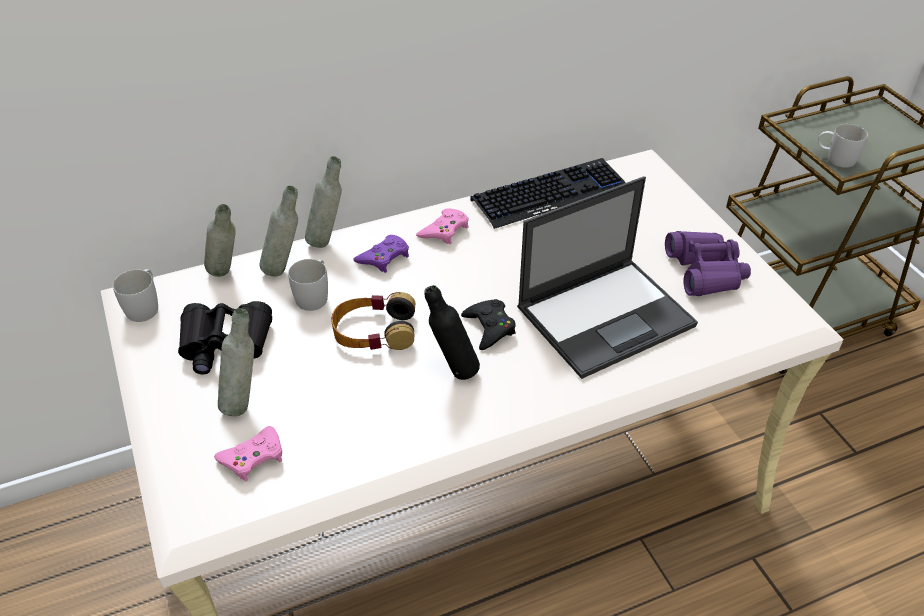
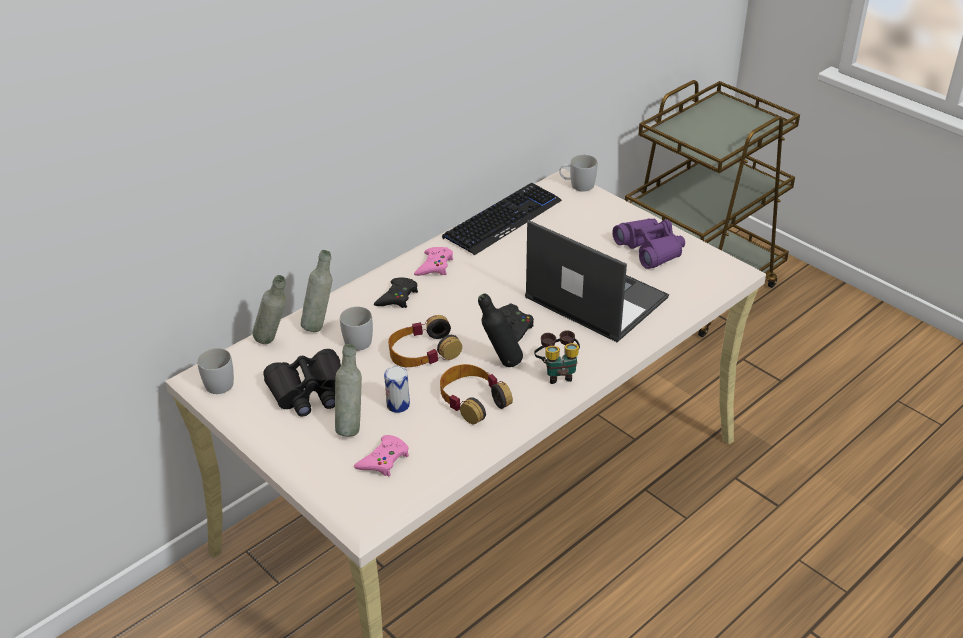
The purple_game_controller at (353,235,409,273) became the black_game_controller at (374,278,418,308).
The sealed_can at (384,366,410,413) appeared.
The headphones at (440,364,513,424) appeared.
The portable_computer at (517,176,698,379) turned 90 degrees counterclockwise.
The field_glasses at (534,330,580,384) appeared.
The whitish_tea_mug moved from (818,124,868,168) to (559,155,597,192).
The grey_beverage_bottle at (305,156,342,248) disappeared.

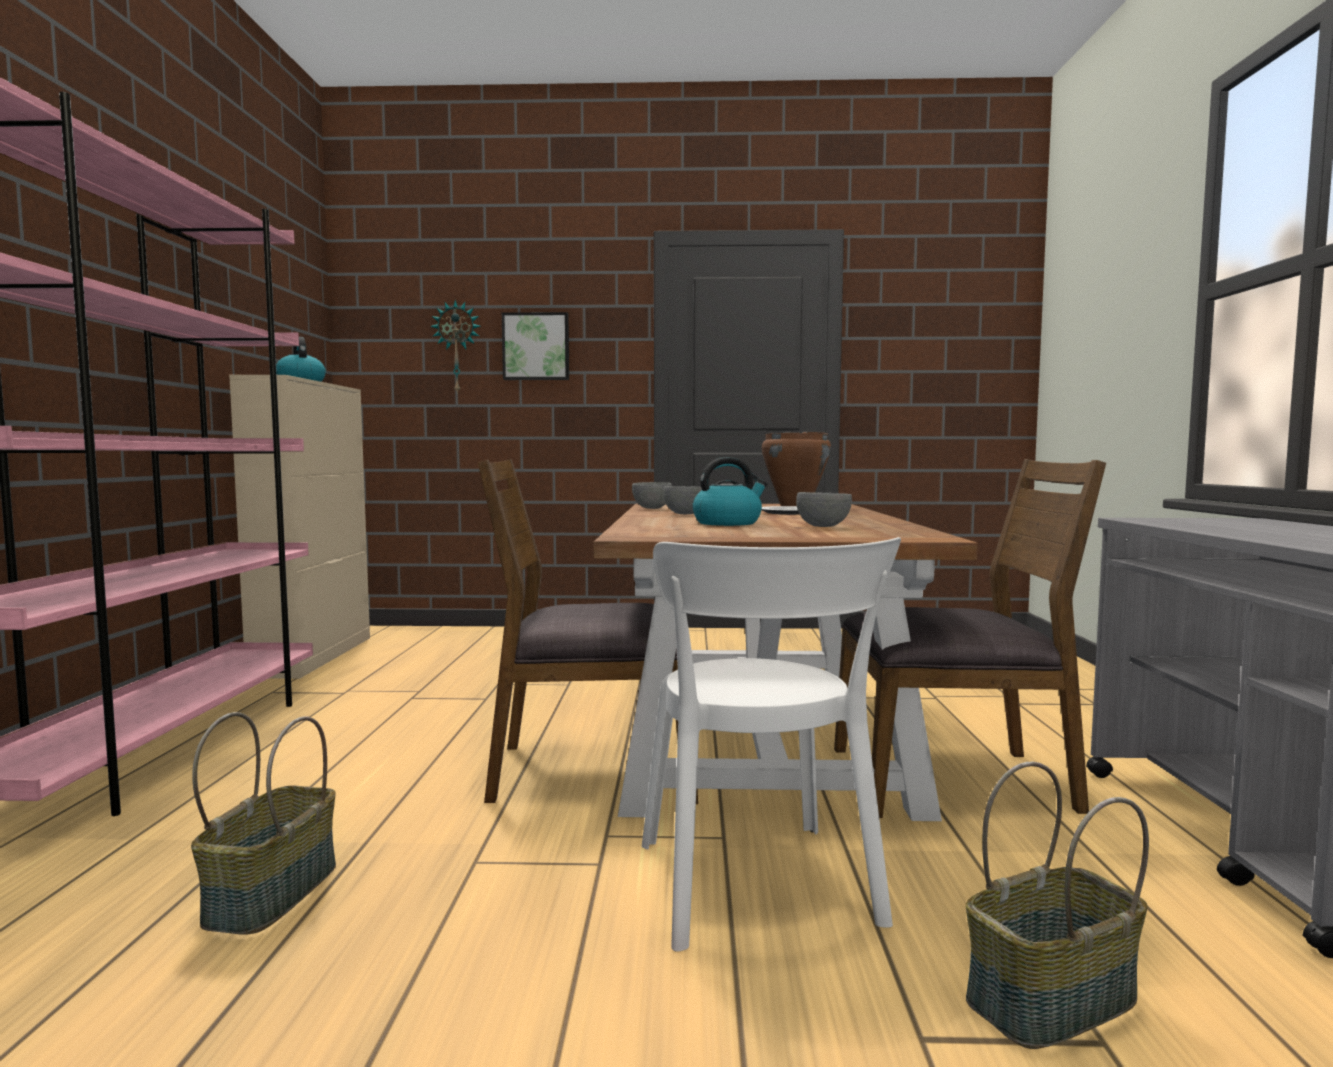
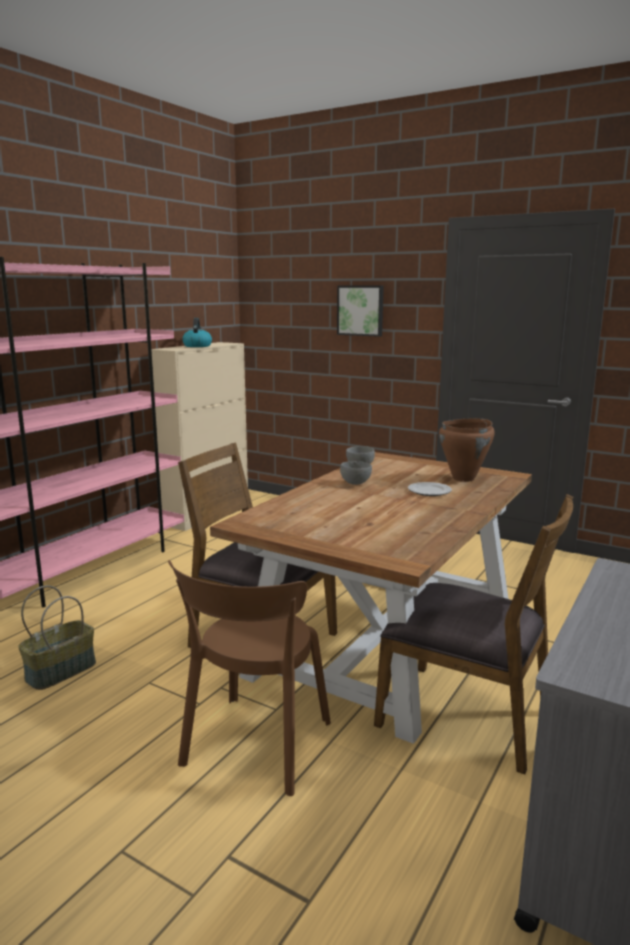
The whitish_plain_chair at (642,537,901,952) became the brown-coloured_plain_chair at (168,560,331,796).
The clock_on_the_wall at (430,300,481,394) disappeared.
The tea_kettle at (692,457,768,526) disappeared.
The grey_deep_dish at (796,492,852,527) disappeared.
The storage_basket at (966,762,1149,1049) disappeared.

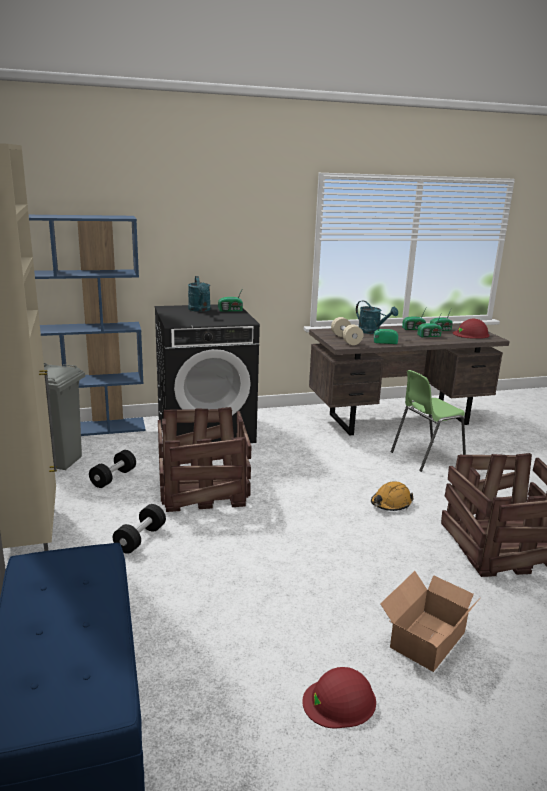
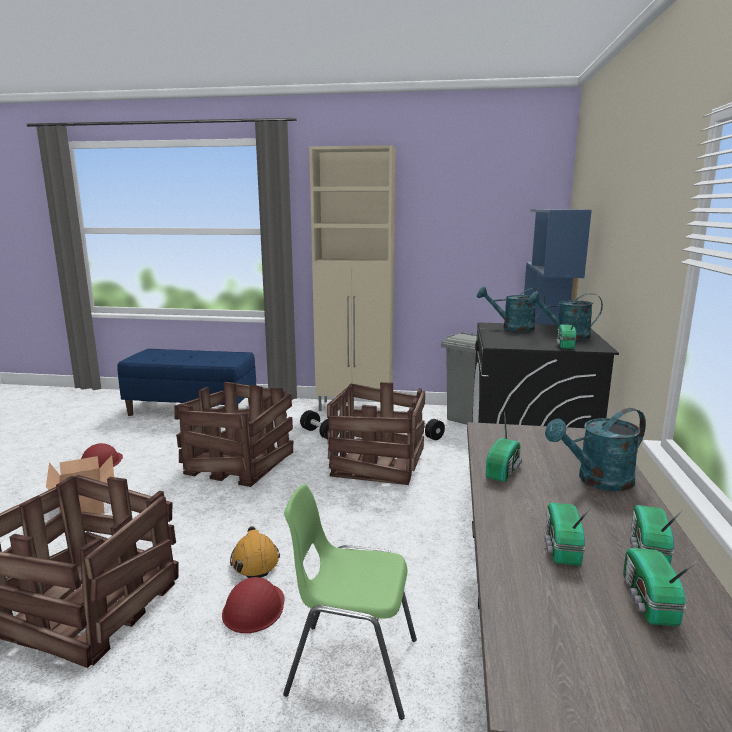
The packing_crate at (174,382,293,487) appeared.
The reddish_hard_hat moved from (453,319,489,339) to (222,577,284,633).
The green_plain_chair at (391,370,466,472) turned 75 degrees counterclockwise.
The blue-green_watering_pot at (477,286,545,331) appeared.
The beige_dumbbell at (331,317,363,345) disappeared.

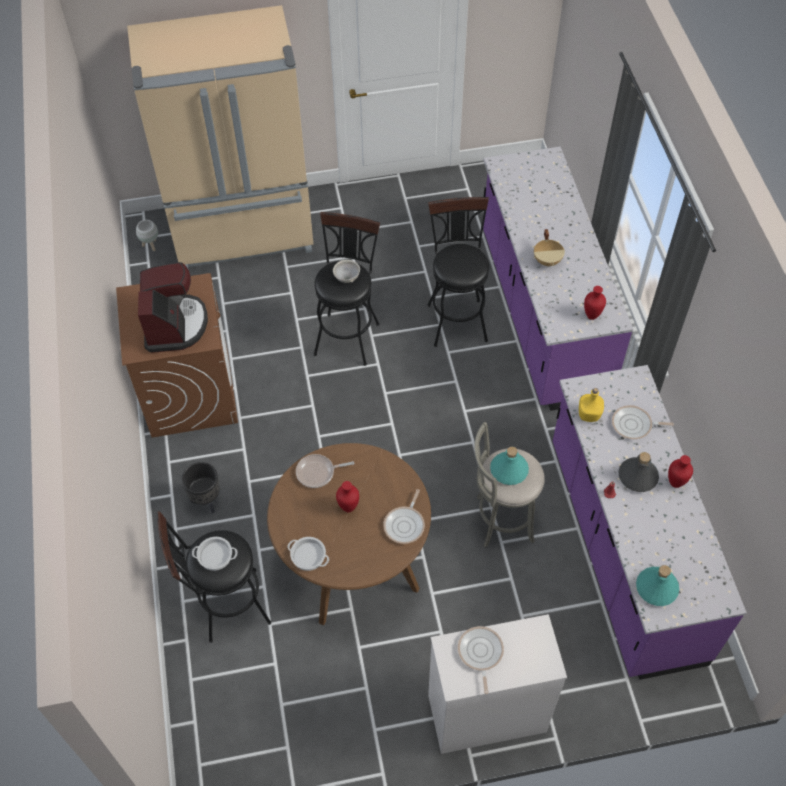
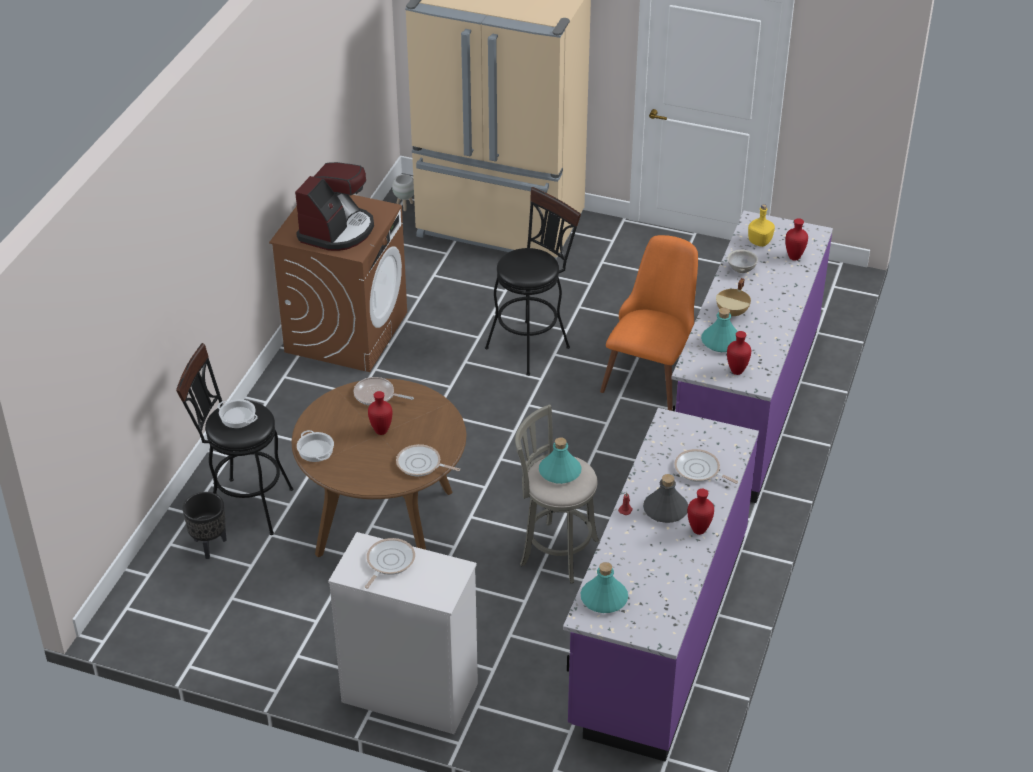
The black_flower_pot moved from (182,462,220,514) to (183,492,227,559).
The frying_pan at (383,489,425,544) turned 60 degrees clockwise.
The black_sitting_stool at (427,197,489,347) was replaced by the orange_plain_chair at (600,235,698,411).
The blue-green_beverage_bottle at (701,308,738,352) appeared.
The grey_deep_dish moved from (333,260,360,283) to (727,249,758,273).
The yellow_beverage_bottle moved from (579,388,604,422) to (748,204,775,247).
The reddish_decorative_vase at (785,218,808,261) appeared.

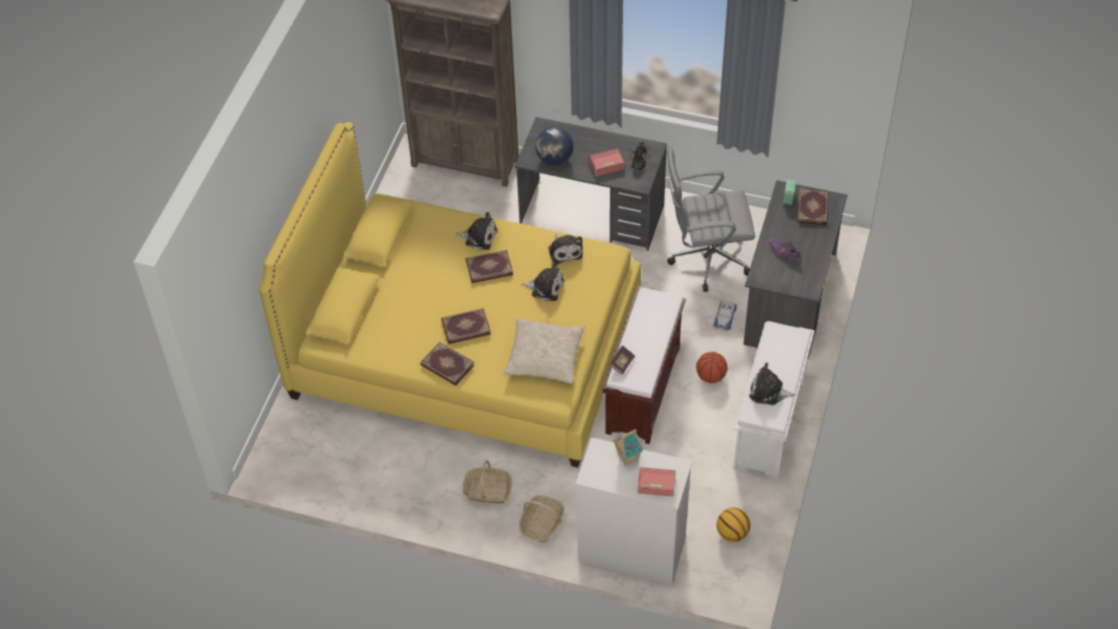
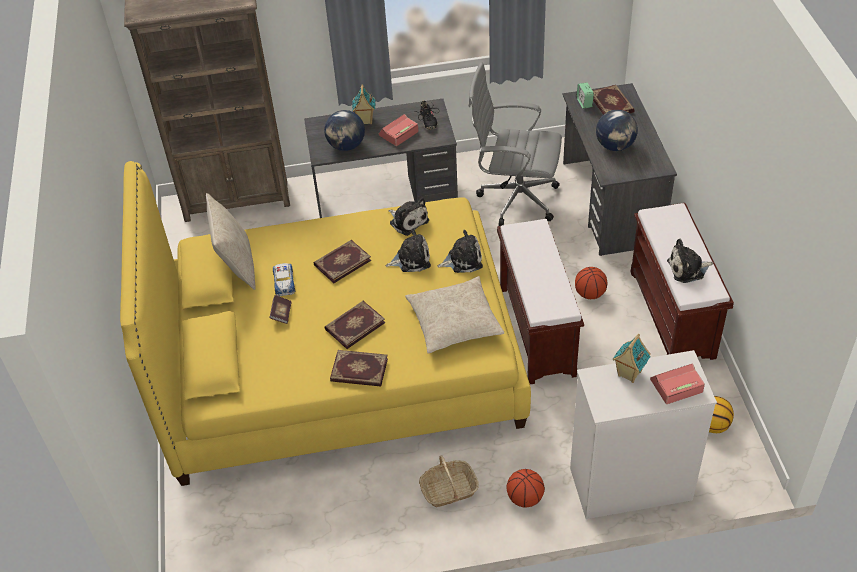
The beige_throw_pillow at (206,193,256,290) appeared.
The book moved from (609,345,635,375) to (269,295,292,324).
The model_car moved from (714,301,737,331) to (273,263,295,296).
The toy_house at (352,84,375,124) appeared.
The cuddly_toy moved from (456,212,498,250) to (437,230,483,273).
The grey_desk_chair at (667,146,755,292) turned 45 degrees clockwise.
The storage_basket at (519,495,565,542) was replaced by the basketball_ball at (506,469,545,508).
The purple_low_shoe at (769,238,800,263) was replaced by the globe at (596,110,638,151).
The whitish_bench at (733,321,814,480) became the brown-coloured_bench at (631,203,734,360).

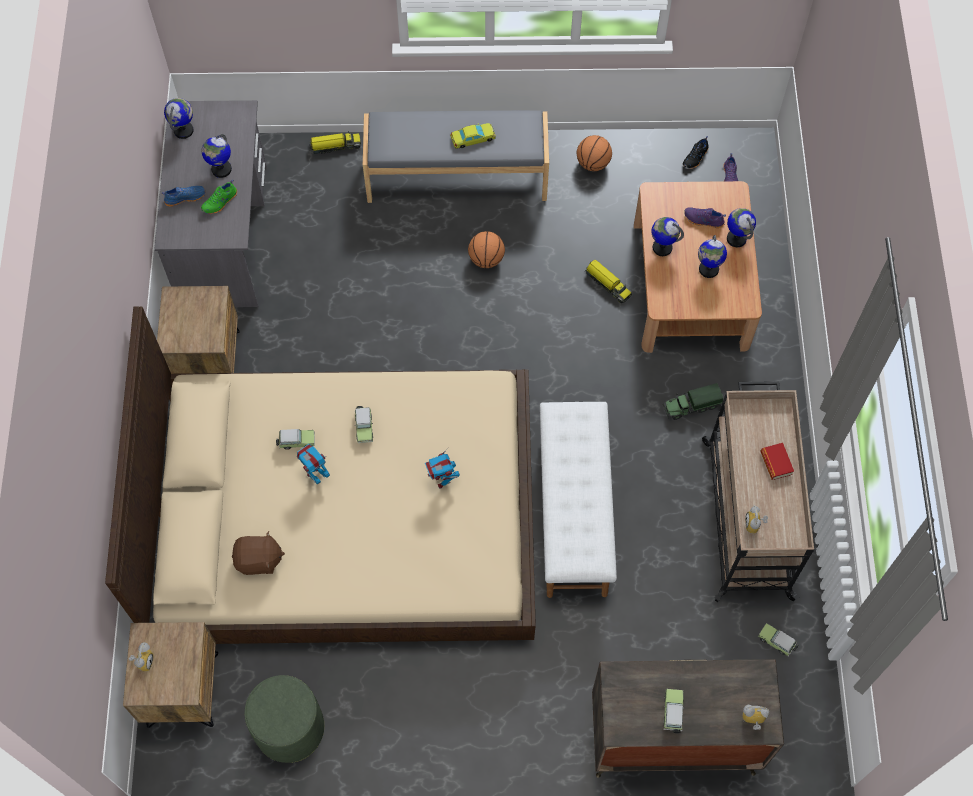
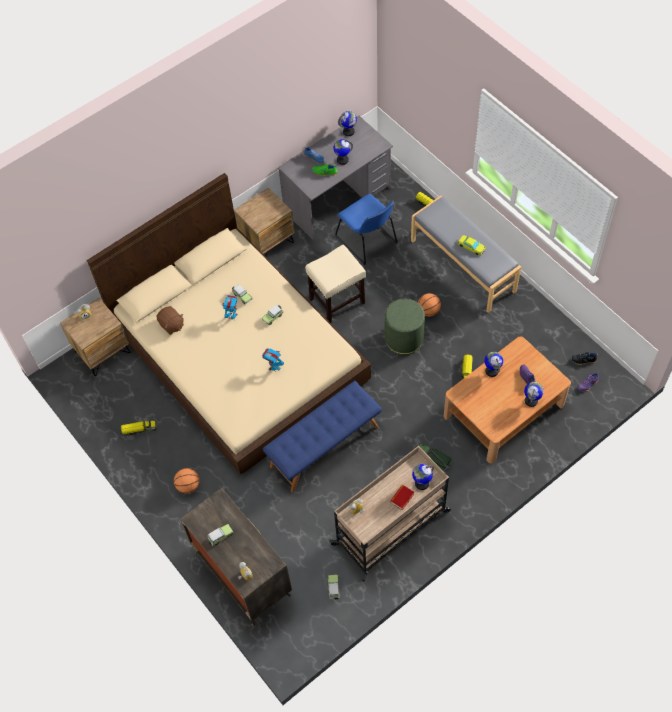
The toy_truck at (120,420,157,436) appeared.
The basketball_ball moved from (577,135,612,171) to (174,468,200,493).
The whitish_bench at (540,402,617,598) became the blue-coloured_bench at (263,381,382,492).
The beige_sitting_stool at (305,245,366,323) appeared.
The blue-coloured_plain_chair at (335,194,397,265) appeared.
The green_pouffe moved from (245,675,324,763) to (384,299,425,355).
The globe moved from (698,235,727,278) to (412,464,434,490).

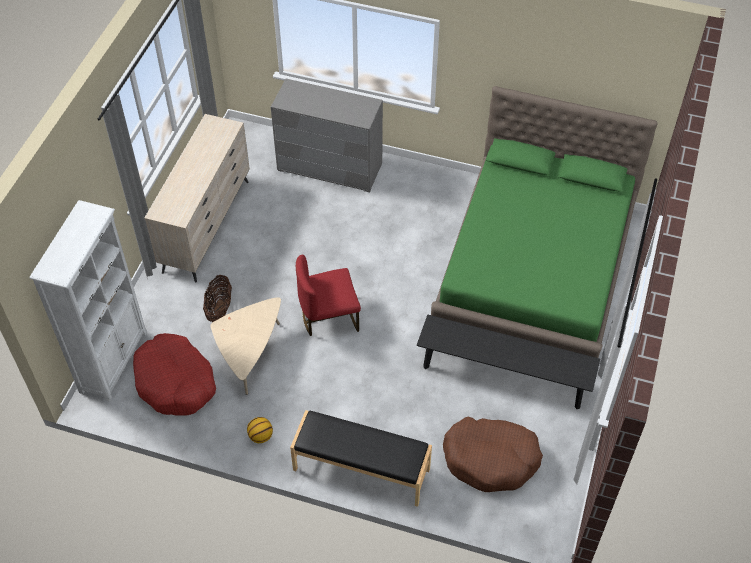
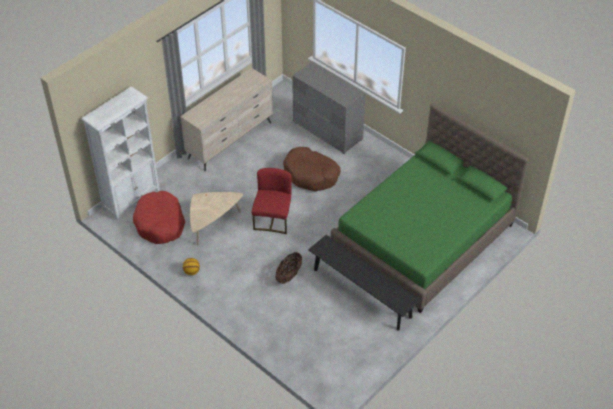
The reddish_plain_chair at (296,254,361,336) turned 90 degrees clockwise.
The storage_basket moved from (203,275,232,322) to (276,252,302,284).
The brown-coloured_dog_bed moved from (443,417,543,492) to (283,147,341,191).
The black_bench at (290,410,432,507) disappeared.

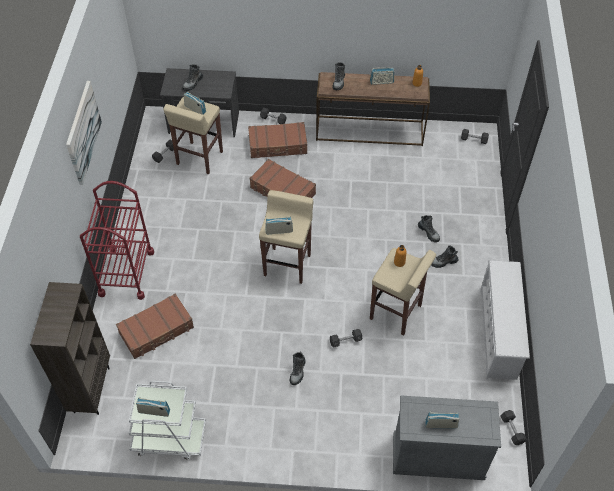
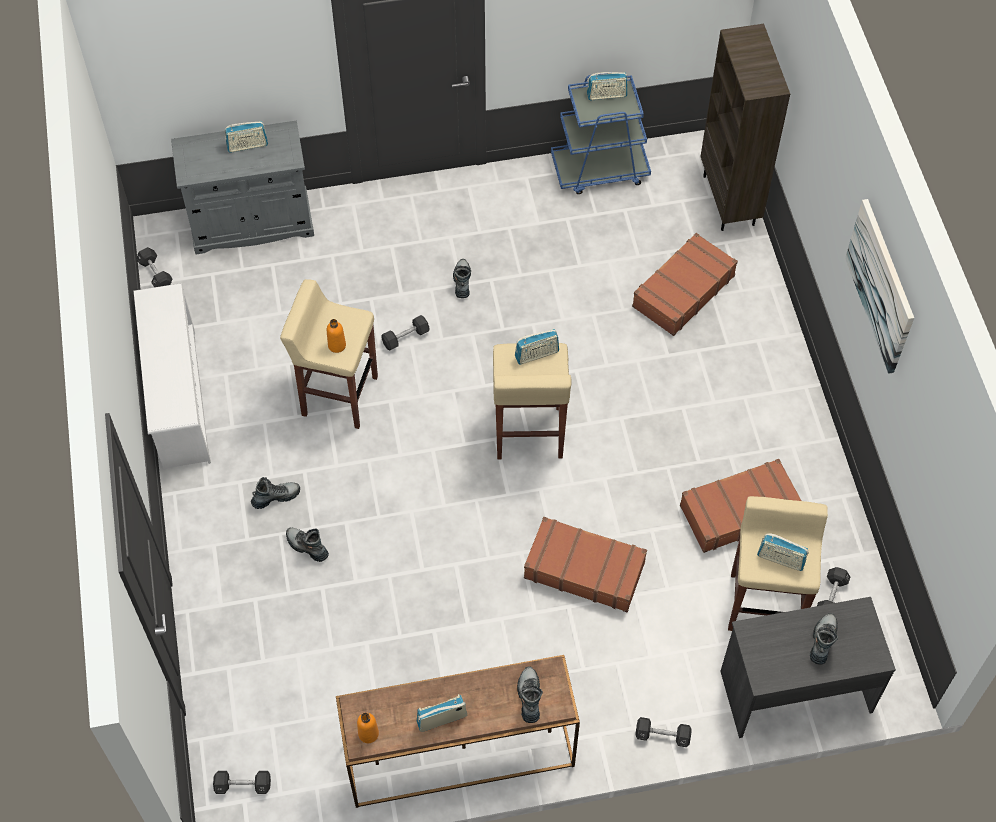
The whitish_wheeled_cart at (129,381,206,459) became the blue-coloured_wheeled_cart at (551,74,651,194).
The brown-coloured_piece_of_luggage moved from (248,122,307,158) to (680,459,801,553).
The reddish_wheeled_cart at (80,181,154,300) disappeared.

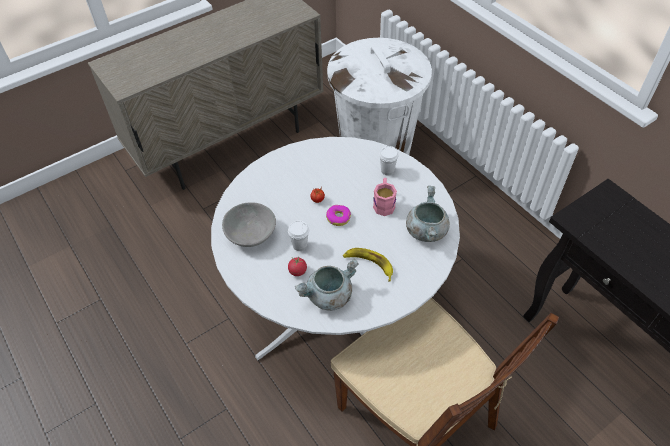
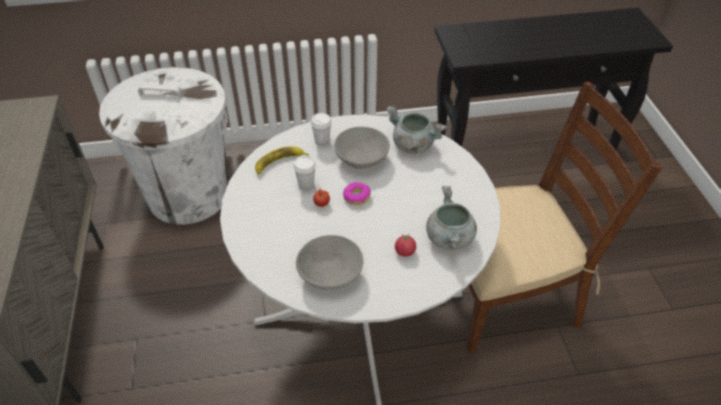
The banana_fruit moved from (343,248,393,282) to (255,146,309,174).
The whitish_cup moved from (288,220,309,251) to (293,156,316,190).
The pink_tea_mug at (373,178,397,216) was replaced by the grey_deep_dish at (334,127,390,169).

